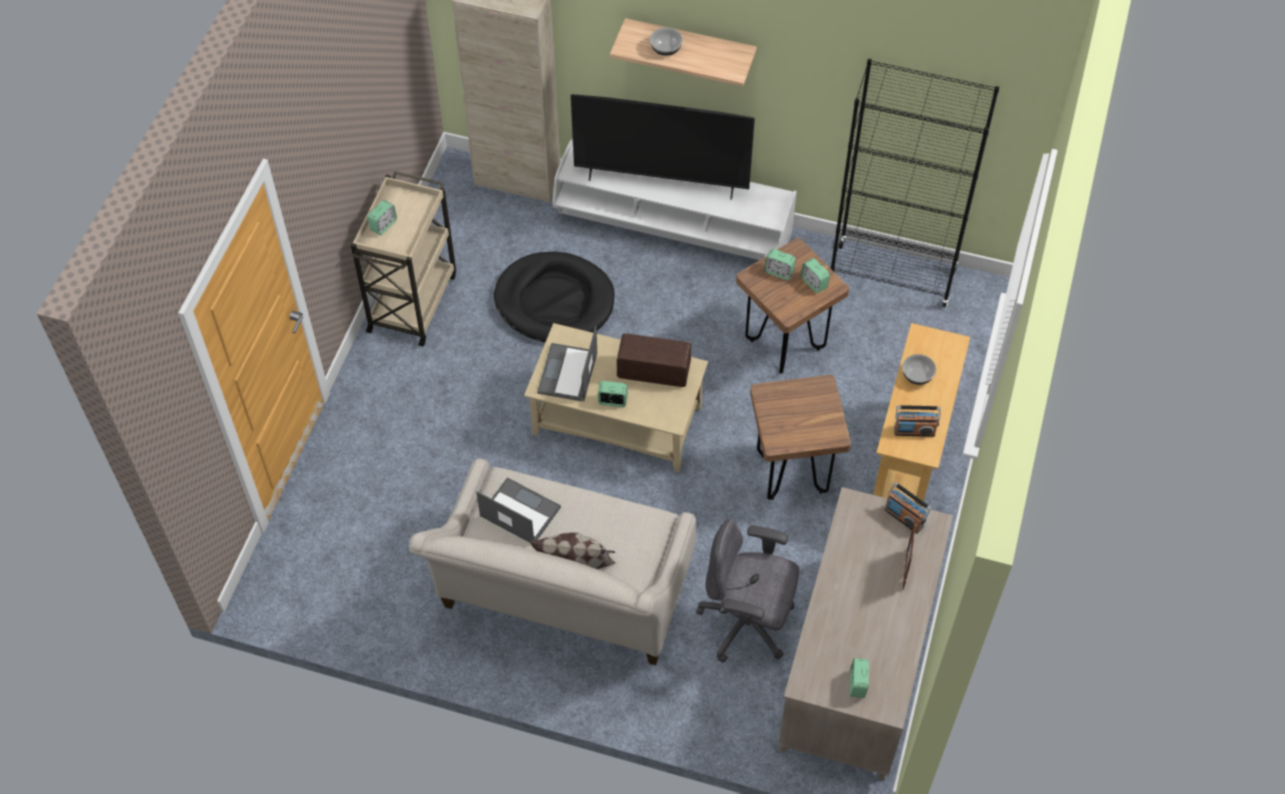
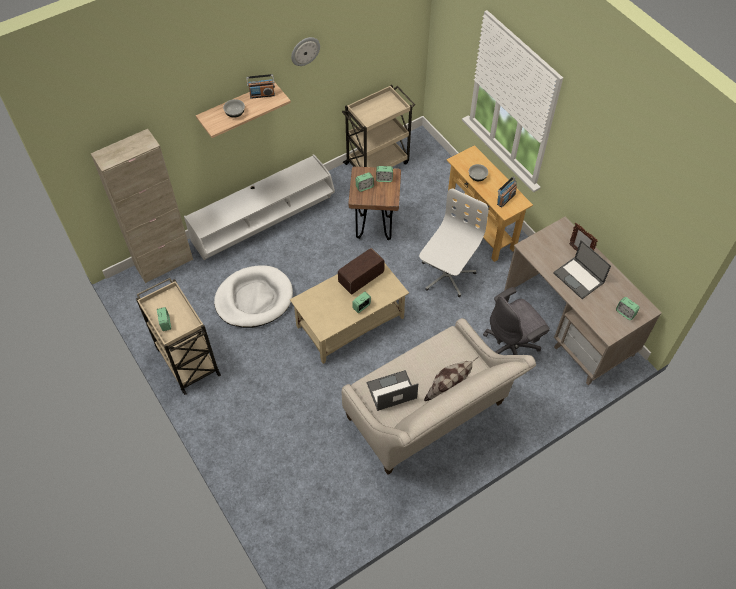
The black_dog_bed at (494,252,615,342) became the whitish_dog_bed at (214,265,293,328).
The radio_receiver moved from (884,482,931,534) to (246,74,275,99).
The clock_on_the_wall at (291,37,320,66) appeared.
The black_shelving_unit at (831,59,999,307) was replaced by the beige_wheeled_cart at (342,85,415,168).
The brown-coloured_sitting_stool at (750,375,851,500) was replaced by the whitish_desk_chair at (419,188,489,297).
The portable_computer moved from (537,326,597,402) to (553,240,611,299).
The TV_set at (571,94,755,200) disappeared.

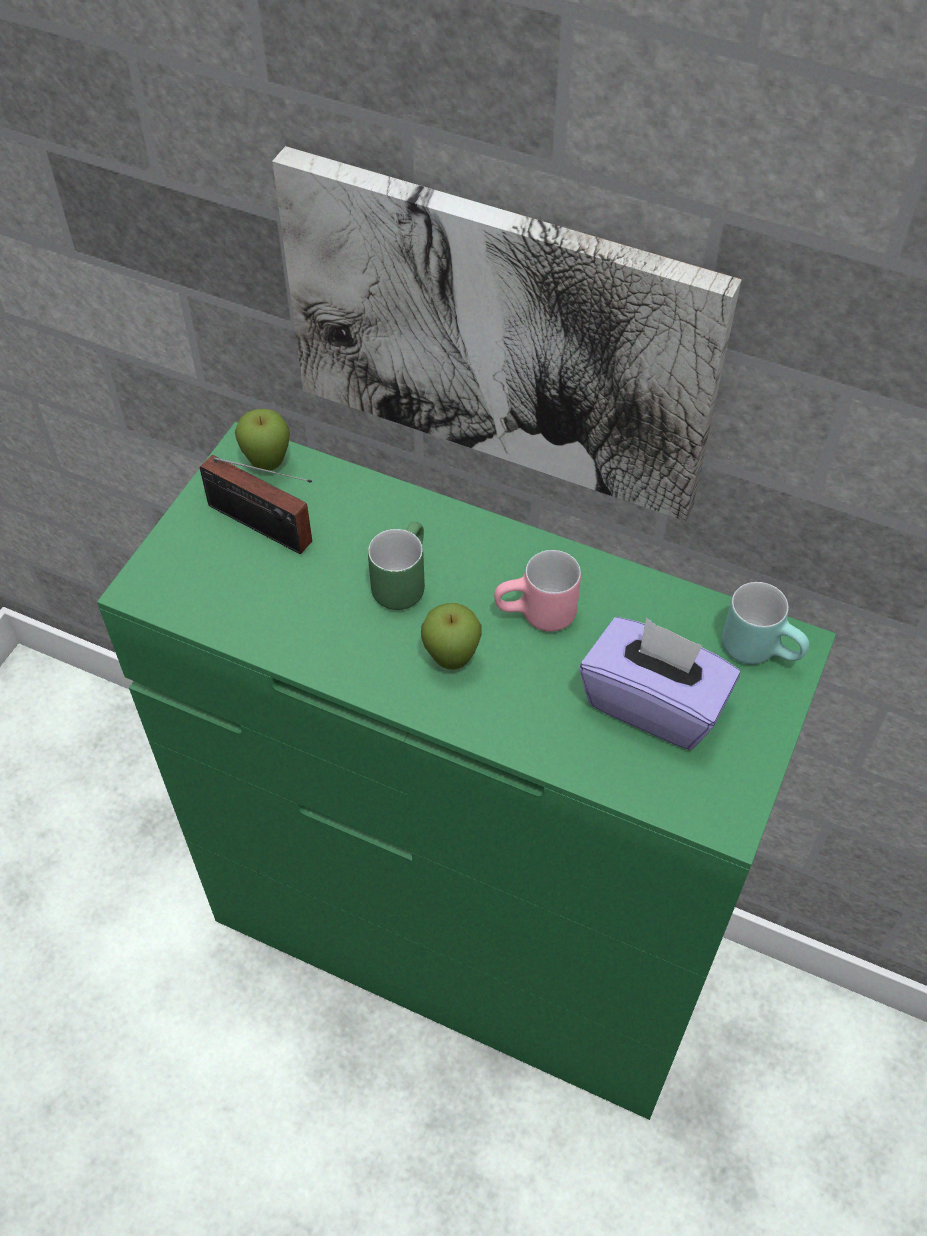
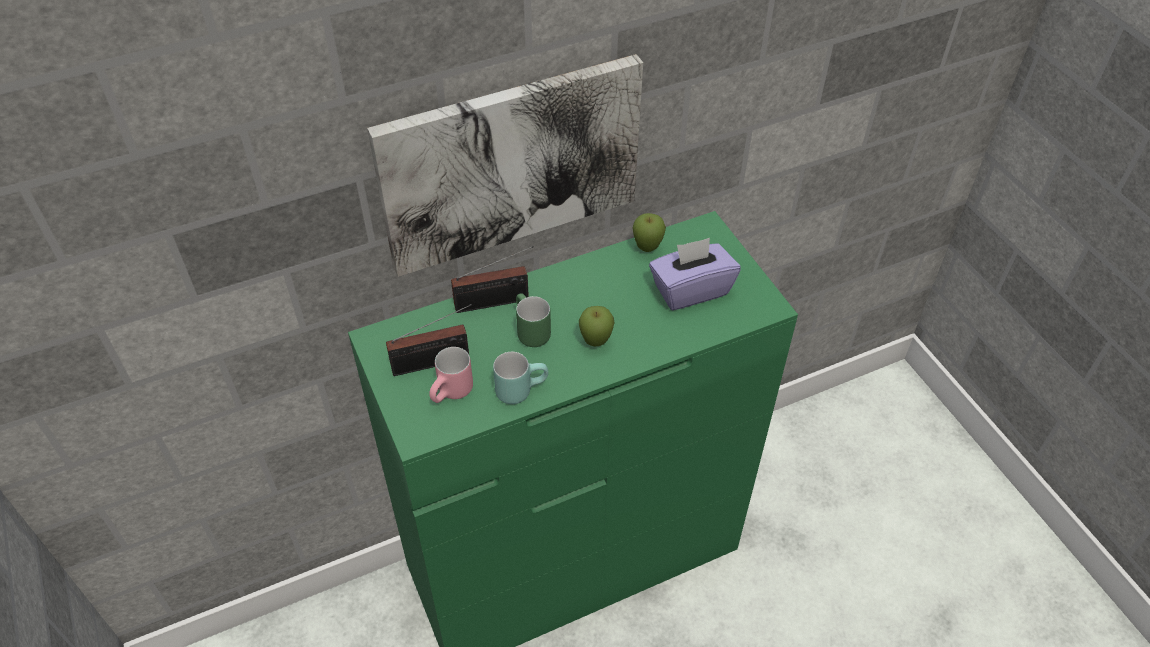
The pink_tea_mug moved from (494,550,581,632) to (429,347,473,403).
The radio_receiver at (451,246,534,313) appeared.
The blue-green_tea_mug moved from (722,582,809,664) to (493,352,548,404).
The whole_apple moved from (235,409,290,471) to (633,213,666,252).

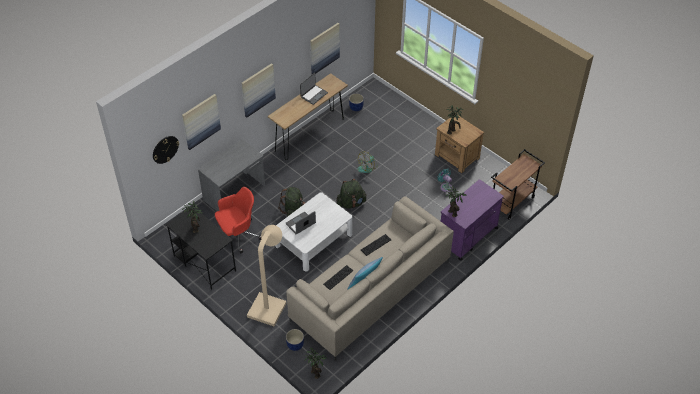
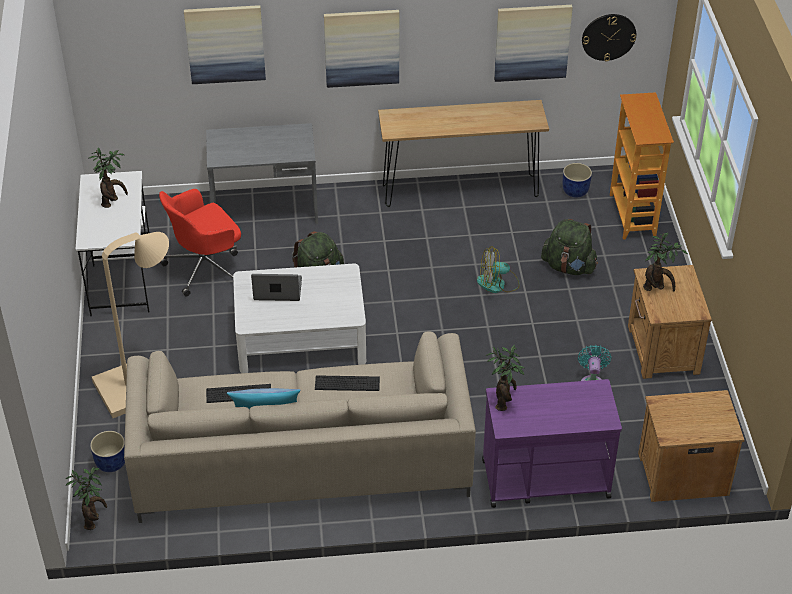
The black_desk_table at (166,206,236,290) became the whitish_desk_table at (75,171,150,317).
The reddish_desk_chair at (215,187,261,254) turned 135 degrees clockwise.
The green_knapsack moved from (336,179,367,209) to (541,219,598,275).
The clock_on_the_wall moved from (153,136,179,164) to (582,14,636,62).
The shelving_unit at (610,92,674,240) appeared.
The brown-coloured_wheeled_cart at (491,149,545,220) was replaced by the brown-coloured_nightstand at (638,390,744,502).
The portable_computer at (300,73,328,105) disappeared.

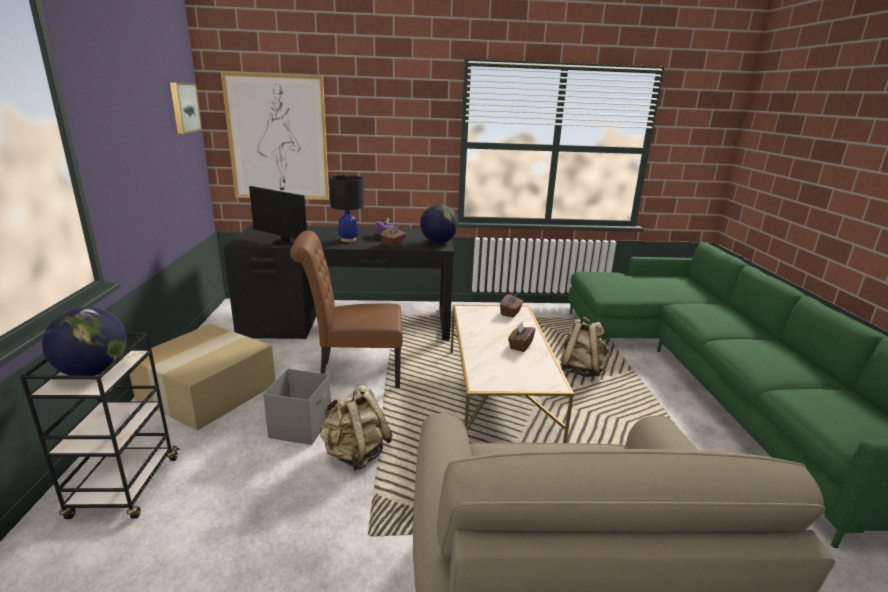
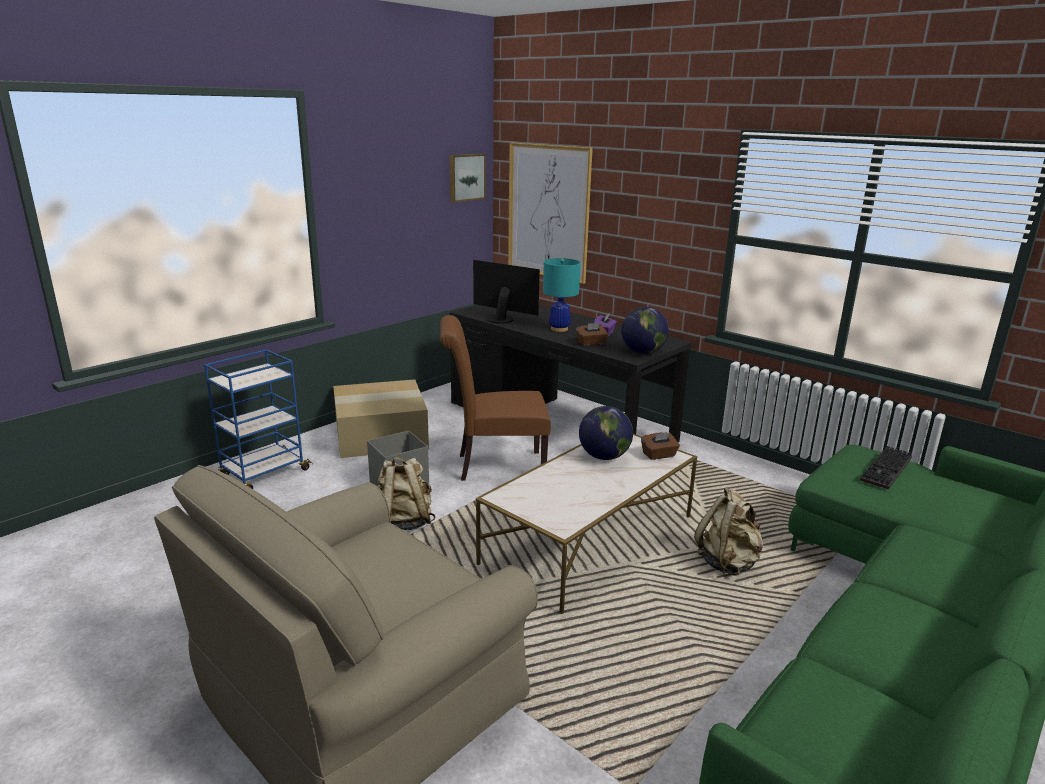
The black_wheeled_cart at (20,333,180,519) became the blue-coloured_wheeled_cart at (204,349,313,489).
The brown-coloured_plain_chair at (290,231,403,388) turned 45 degrees counterclockwise.
The computer_display at (249,186,307,245) turned 135 degrees clockwise.
The black_tabletop_lamp at (329,175,364,242) became the blue-green_tabletop_lamp at (543,258,581,332).
The globe moved from (42,307,127,376) to (579,406,633,460).
The keyboard at (860,446,912,489) appeared.
The brown-coloured_tissue_box at (508,322,536,352) disappeared.

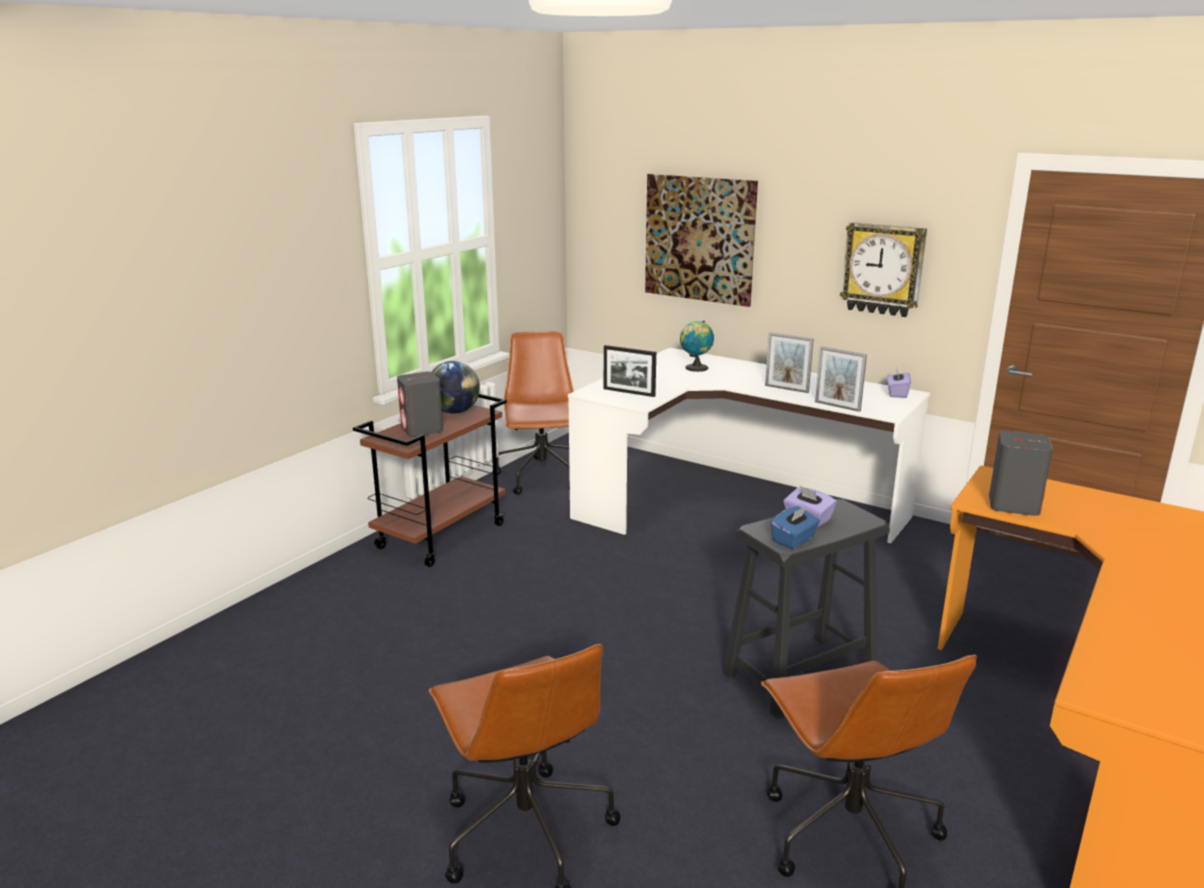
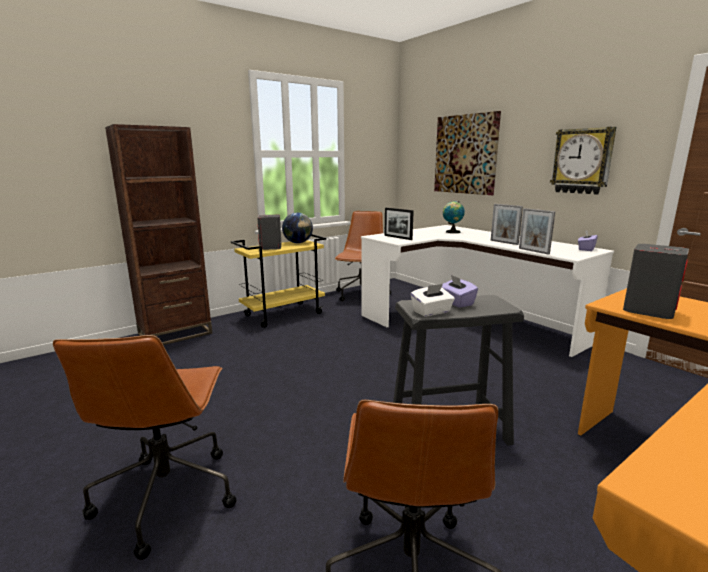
The brown-coloured_shelving_unit at (105,124,212,345) appeared.
The brown-coloured_wheeled_cart at (353,394,507,567) became the yellow_wheeled_cart at (231,234,327,328).
The blue-coloured_tissue_box at (771,506,820,549) became the whitish_tissue_box at (411,284,455,317).

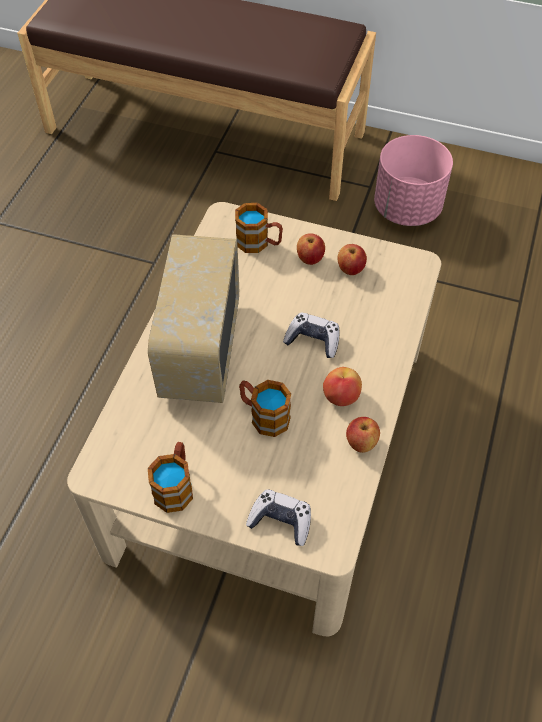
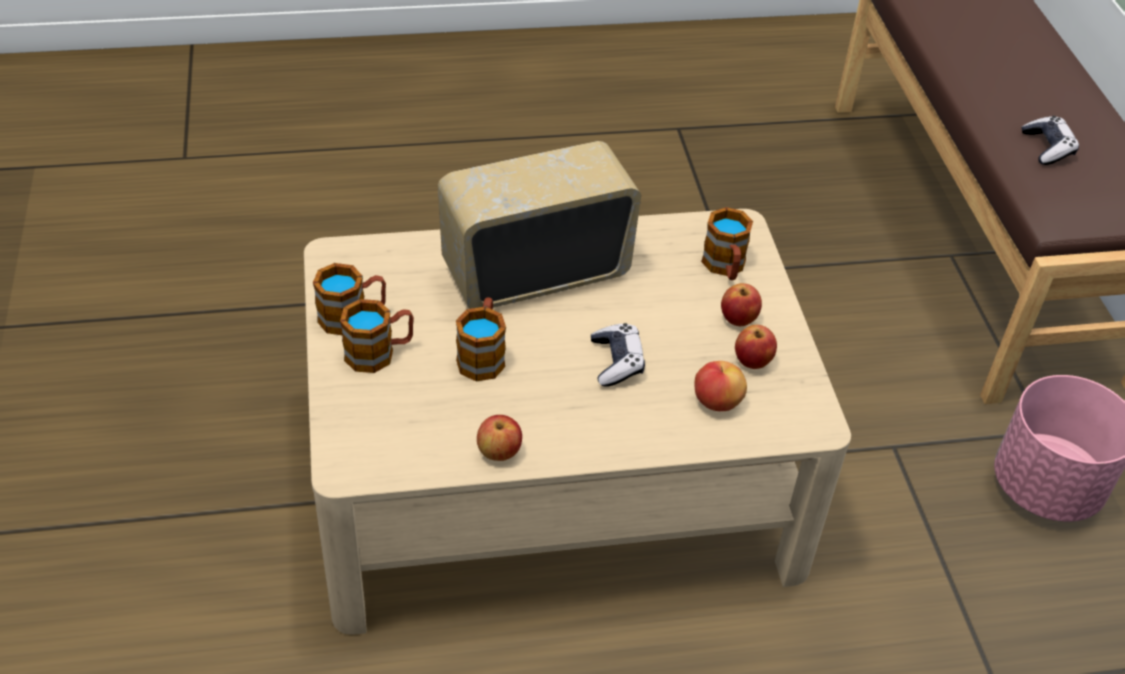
The tea_mug at (340,299,414,373) appeared.
The whole_apple moved from (323,367,362,406) to (694,361,747,411).
The game_controller moved from (246,490,311,546) to (1022,116,1079,165).

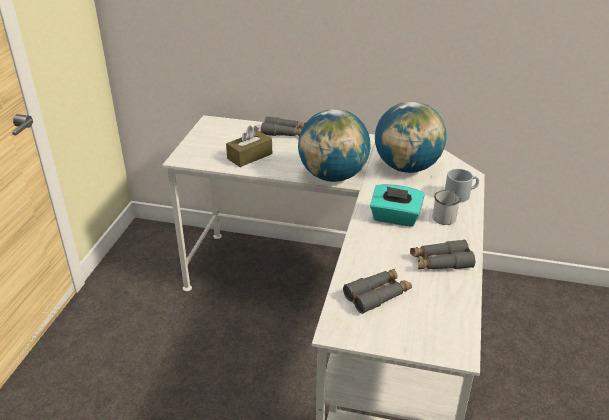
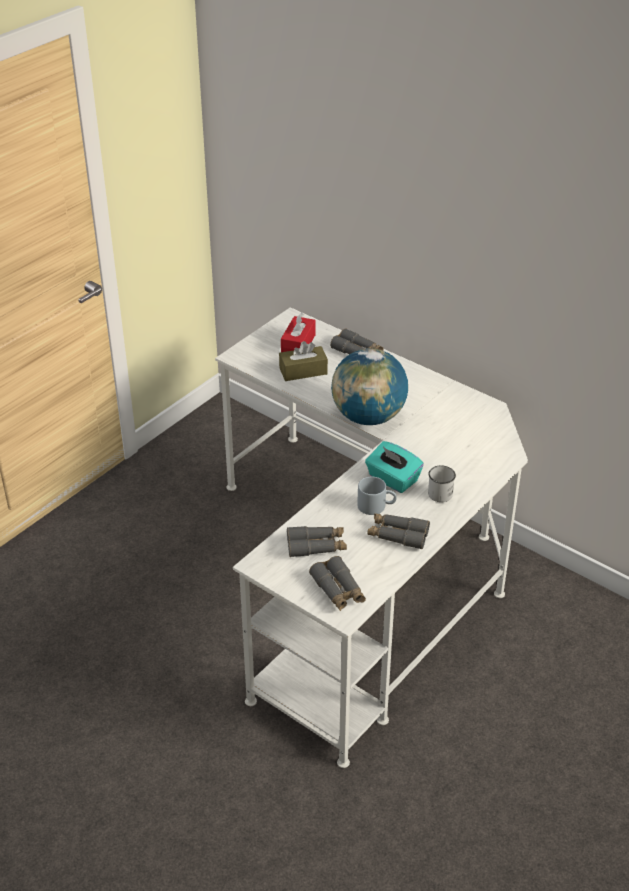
The reddish_tissue_box at (281,312,316,352) appeared.
The grey_field_glasses at (309,556,366,611) appeared.
The grey_tea_mug moved from (445,169,479,202) to (357,477,397,515).
The globe at (375,101,446,173) disappeared.

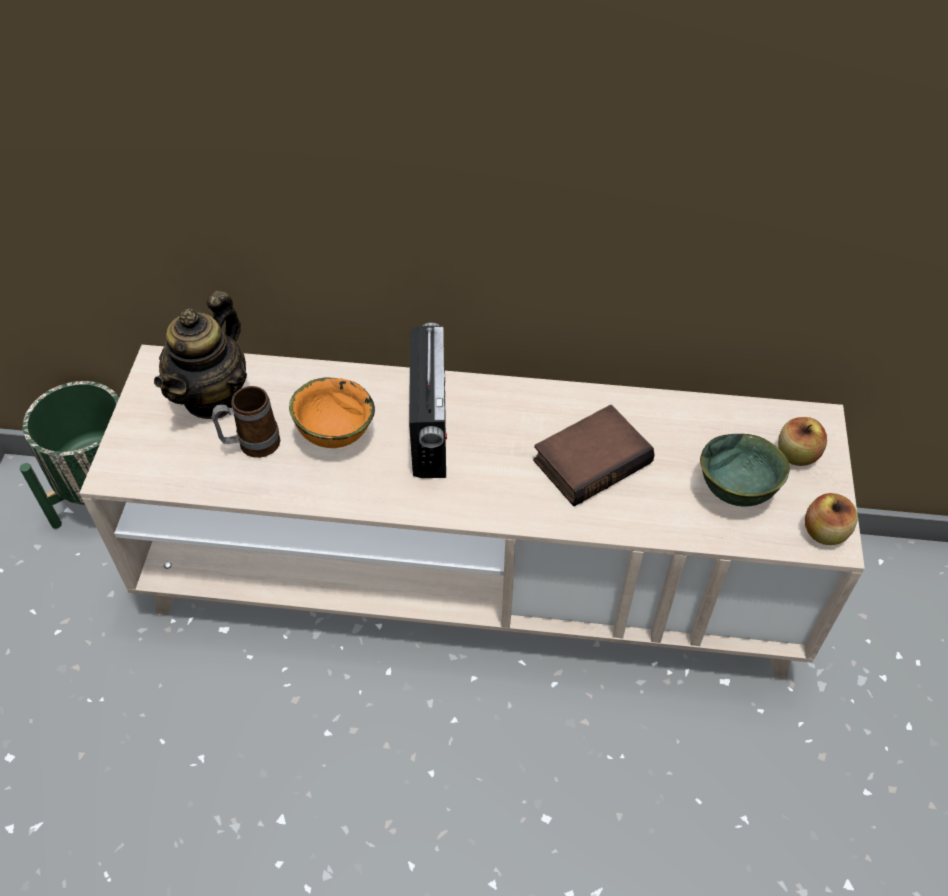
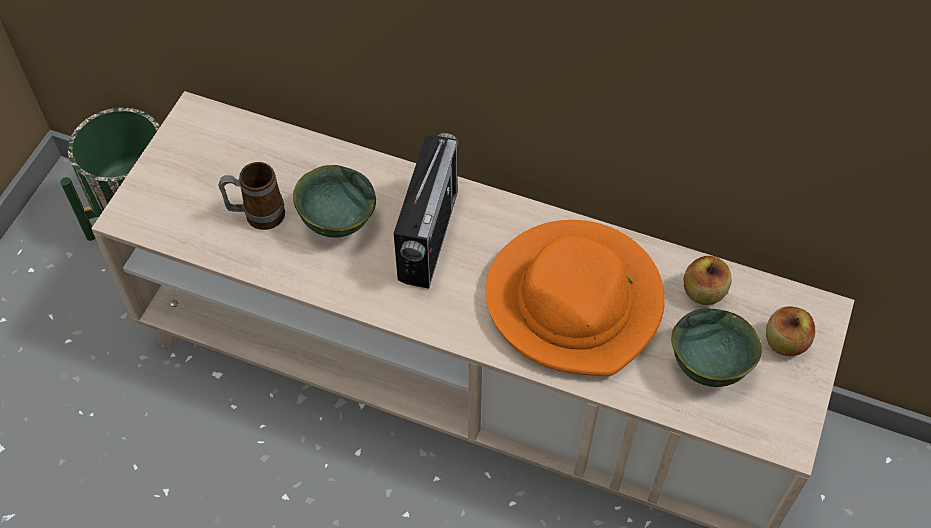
The orange_deep_dish at (289,377,375,448) became the green_deep_dish at (293,165,376,238).
The book at (533,405,654,507) was replaced by the orange_wearable_hat at (485,220,665,376).
The whole_apple moved from (805,493,858,545) to (684,256,731,305).
The pot_for_tea at (154,291,247,419) disappeared.

